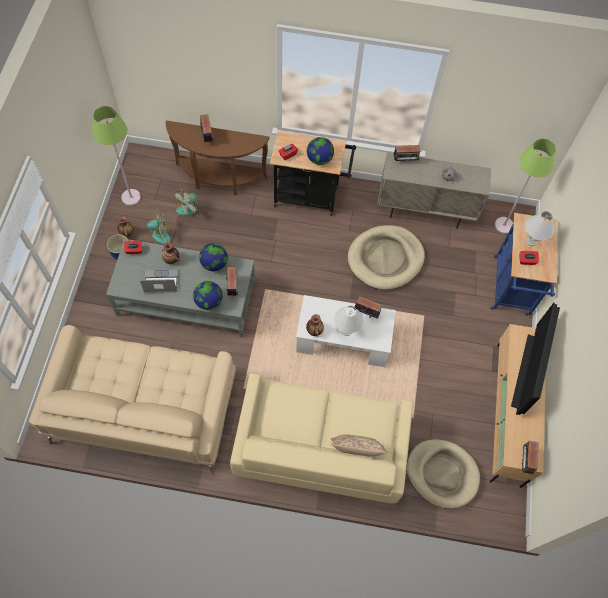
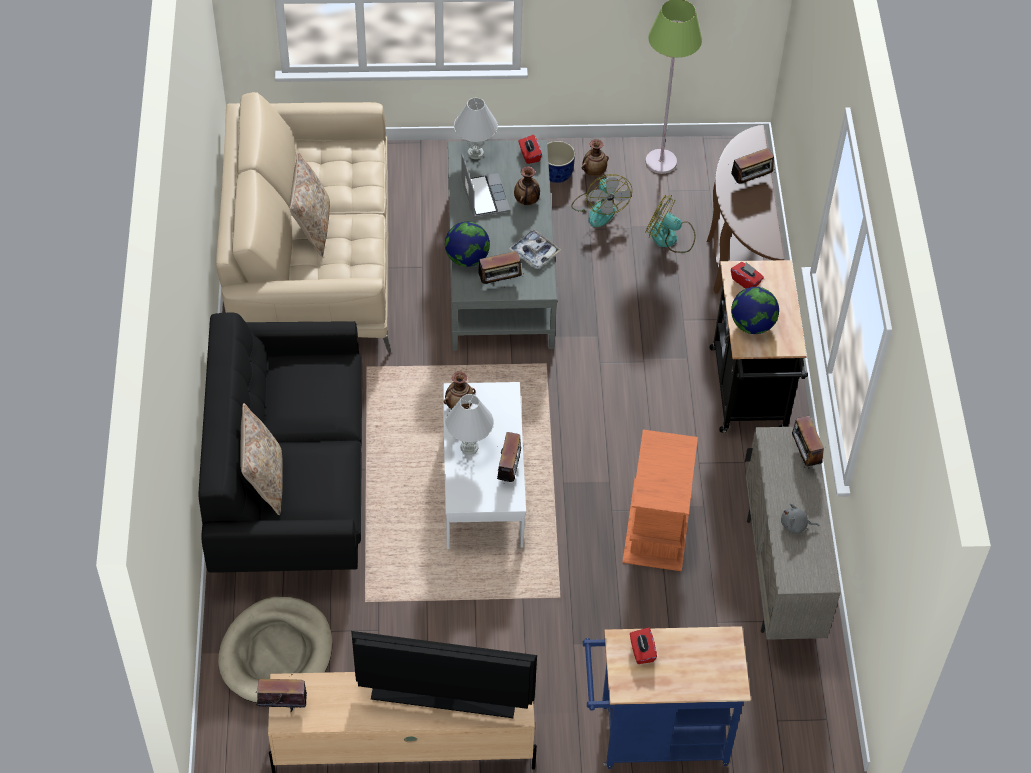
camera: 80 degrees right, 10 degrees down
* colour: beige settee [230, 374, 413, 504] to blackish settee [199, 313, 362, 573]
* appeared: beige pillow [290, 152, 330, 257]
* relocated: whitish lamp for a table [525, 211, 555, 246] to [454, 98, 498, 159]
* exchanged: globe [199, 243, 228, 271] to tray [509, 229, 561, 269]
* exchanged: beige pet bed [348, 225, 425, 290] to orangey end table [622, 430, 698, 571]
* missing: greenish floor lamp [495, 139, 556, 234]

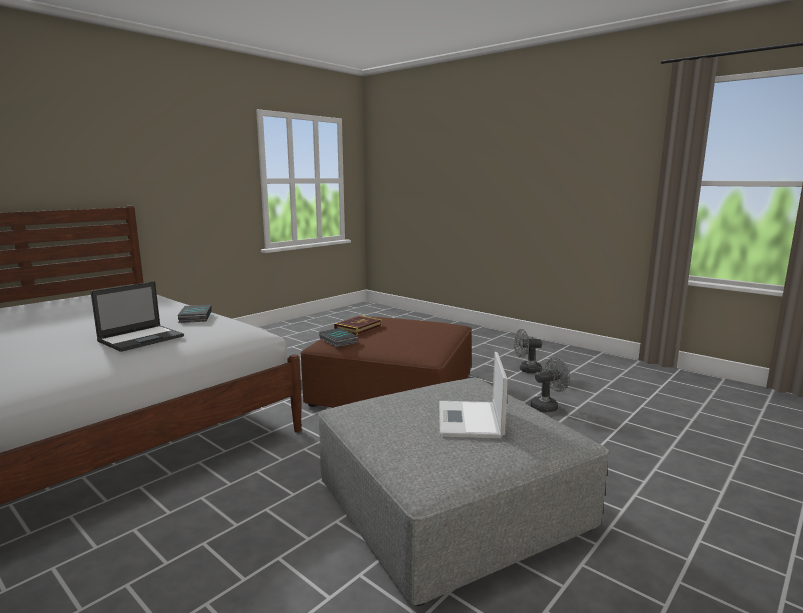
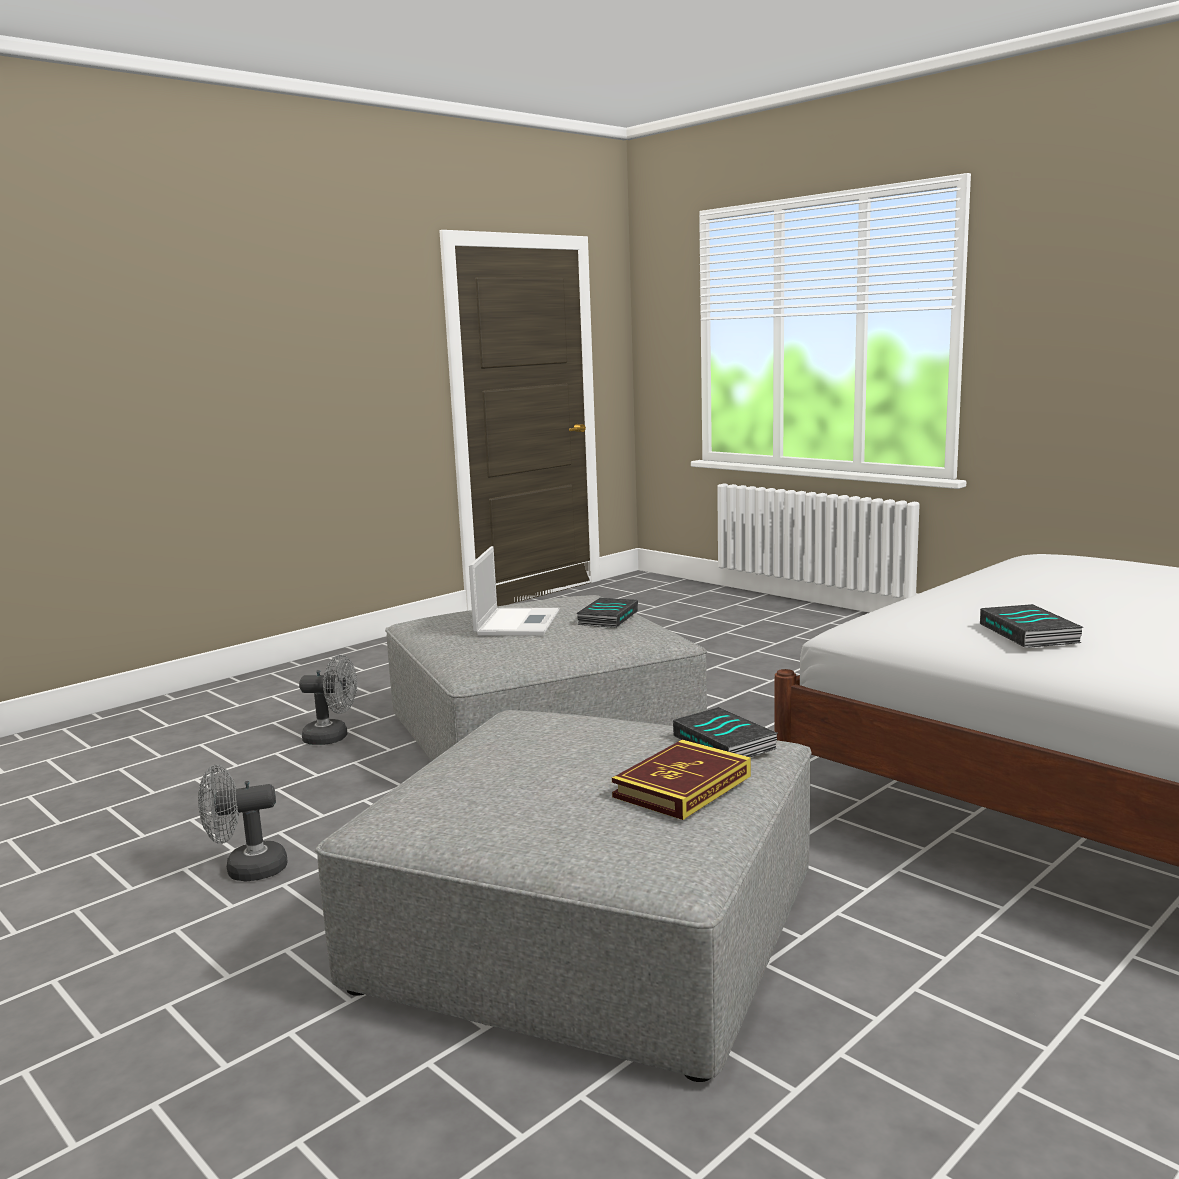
camera: 175 degrees left, 0 degrees up
* relocated: grey cooling fan [514, 329, 542, 373] to [299, 655, 357, 745]
* colour: brownish pouffe [300, 317, 472, 408] to grey pouffe [315, 710, 812, 1082]
* appeared: volume [577, 598, 638, 628]
* missing: laptop [90, 281, 184, 352]

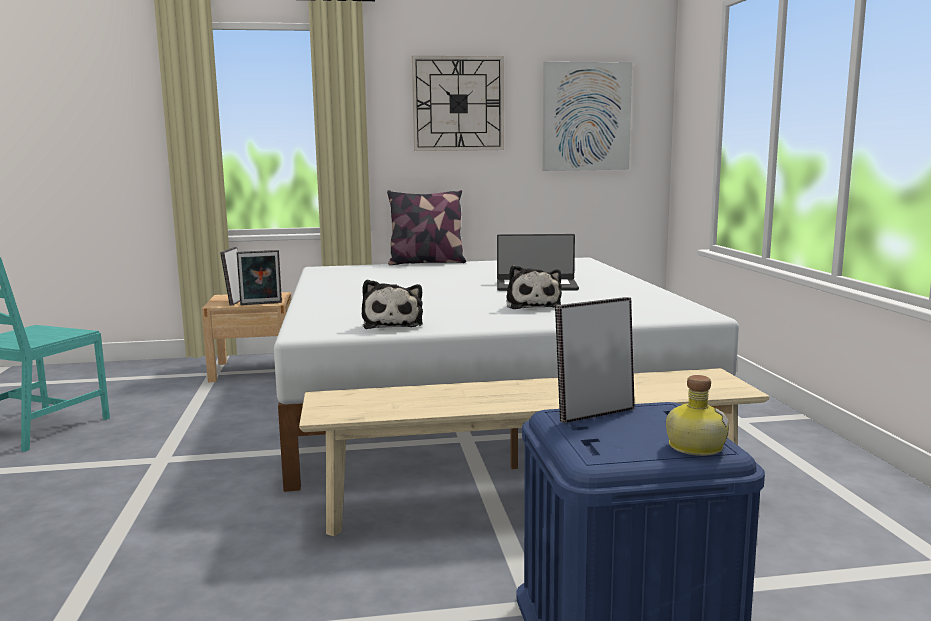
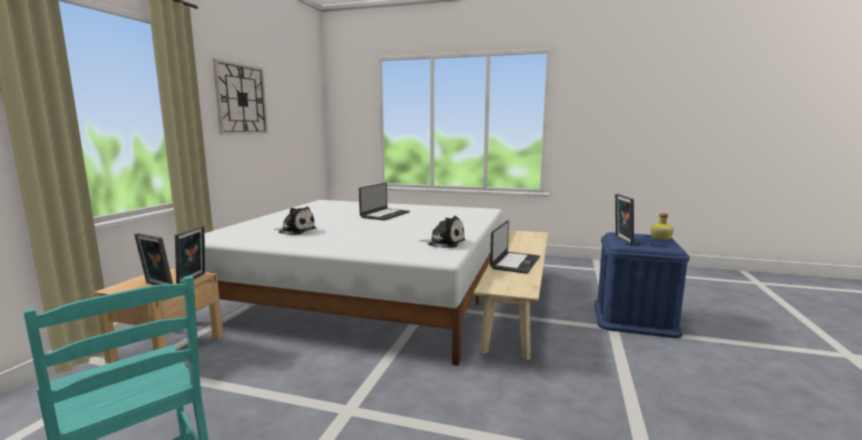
camera: 65 degrees left, 0 degrees up
* relocated: soft toy [506, 265, 562, 309] to [274, 207, 316, 235]
* appeared: laptop [490, 220, 540, 274]
* missing: pillow [387, 190, 466, 265]
* missing: picture [542, 62, 632, 171]

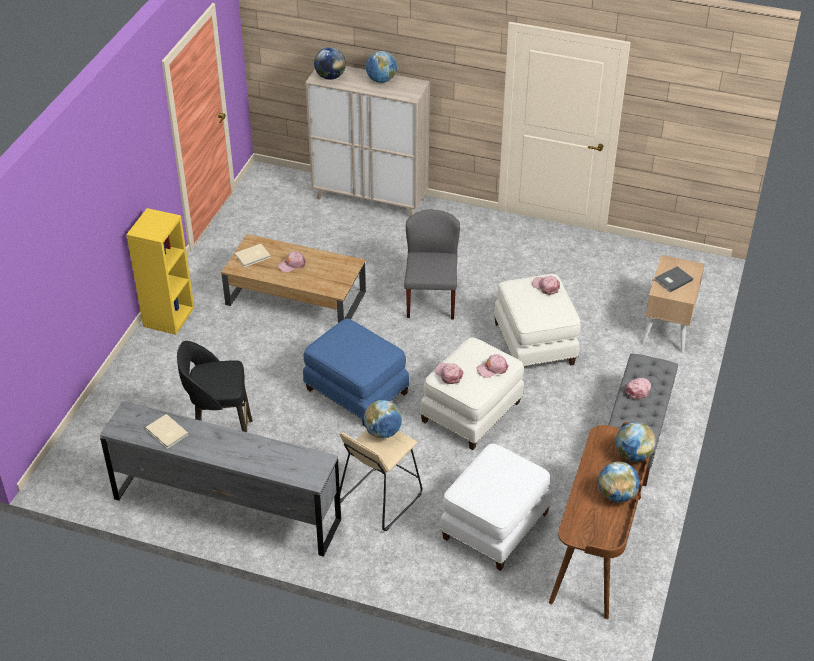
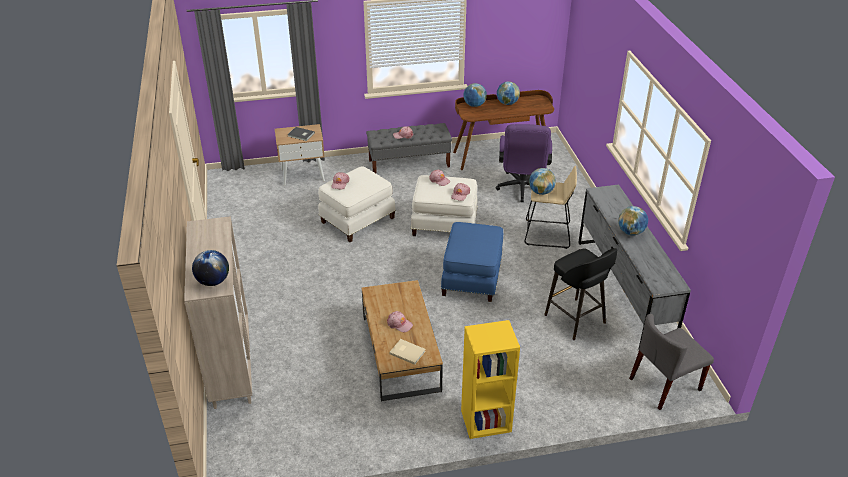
camera: 120 degrees left, 5 degrees down
* exchanged: whitish pouffe [440, 443, 551, 571] to purple office chair [496, 124, 552, 202]
* relocated: globe [366, 51, 397, 83] to [618, 206, 648, 235]
* relocated: grey upright chair [404, 210, 460, 319] to [629, 314, 714, 410]
* missing: beige volume [146, 414, 189, 449]

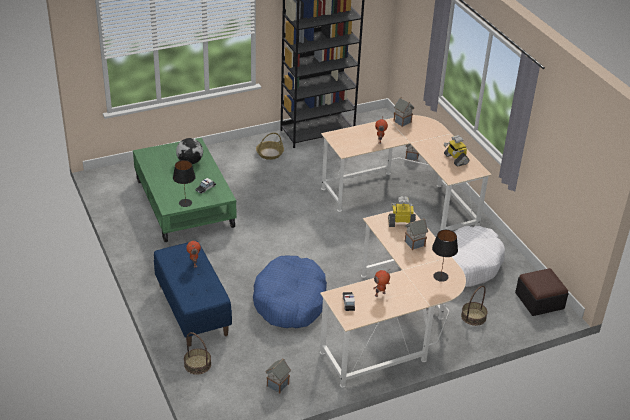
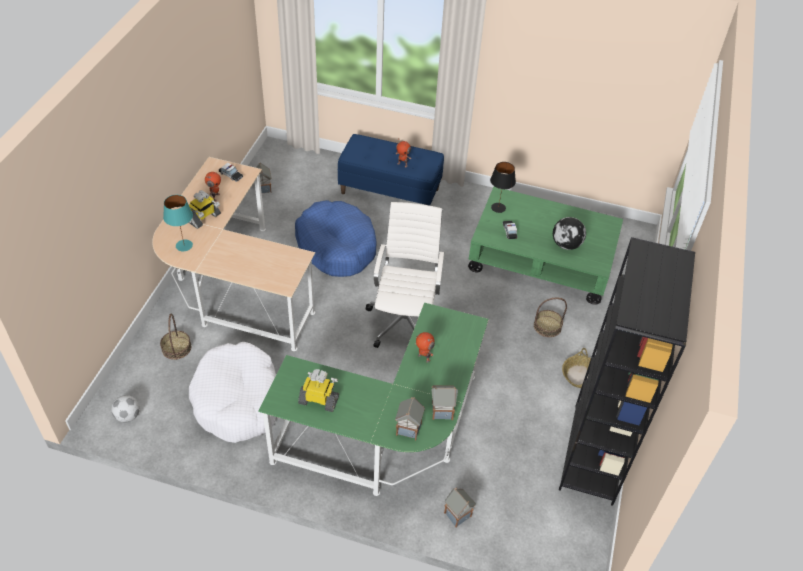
camera: 130 degrees right, 10 degrees up
* exchanged: pouffe [515, 268, 569, 316] to football ball [111, 395, 140, 423]
* colour: blackish lamp for a table [432, 230, 458, 282] to turquoise-coloured lamp for a table [163, 195, 193, 251]
* relocated: toy robot [388, 196, 416, 227] to [189, 190, 221, 229]
* colour: beige desk [321, 115, 492, 231] to greenish desk [258, 303, 489, 496]
* appeared: whitish office chair [366, 202, 444, 348]
* relocated: model house [405, 218, 428, 250] to [395, 397, 425, 440]
* relocated: household basket [184, 332, 211, 375] to [534, 297, 567, 337]

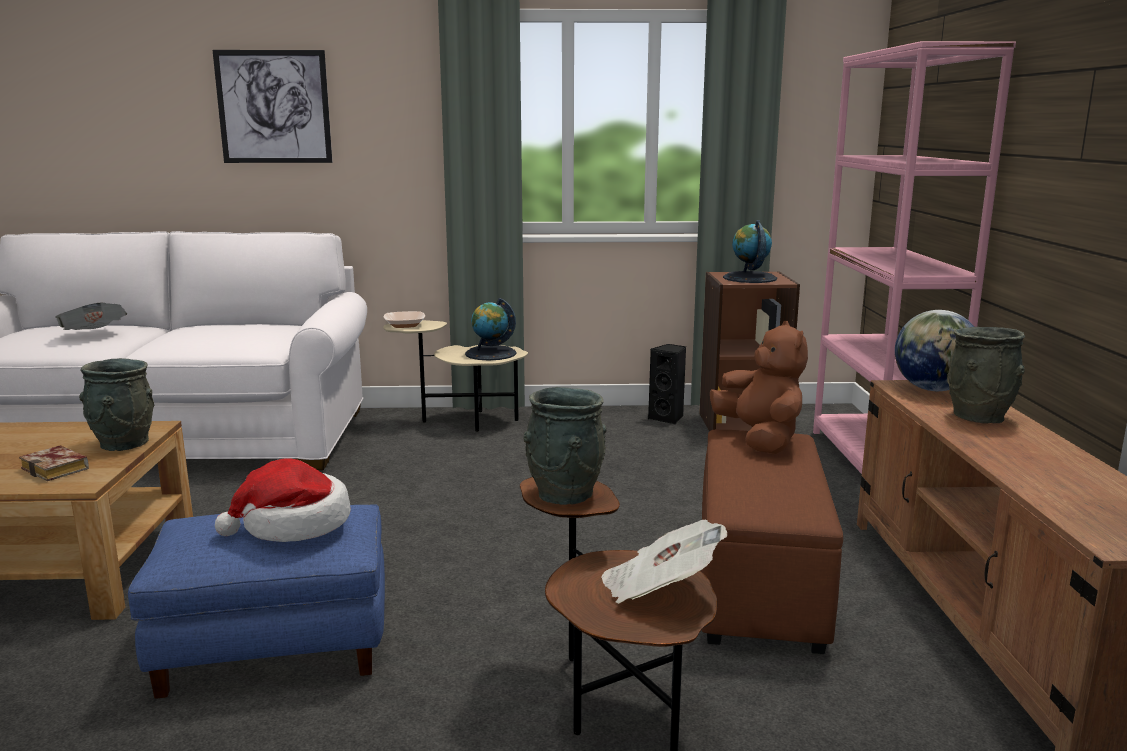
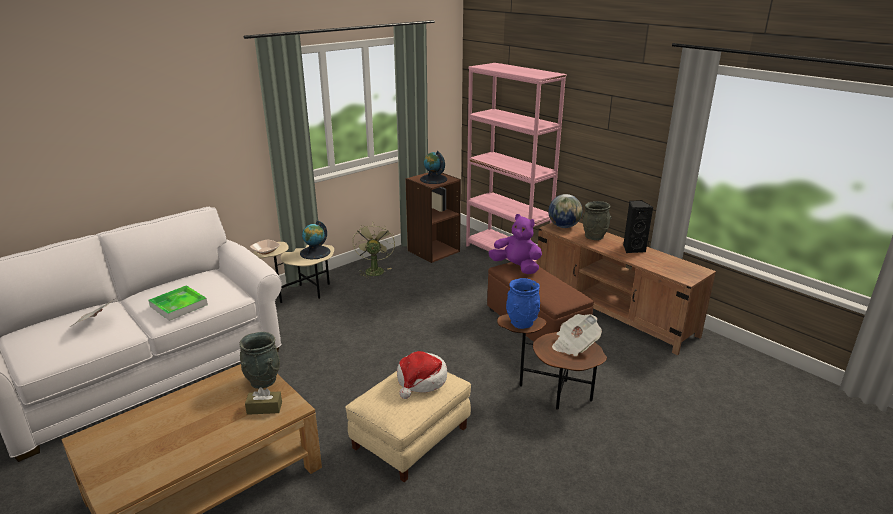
camera: 40 degrees left, 10 degrees up
* appeared: tray [148, 285, 208, 321]
* exchanged: volume [19, 445, 89, 481] to brownish tissue box [245, 387, 282, 415]
* colour: bluish pouffe [128, 504, 385, 699] to beige pouffe [345, 371, 471, 482]
* appeared: greenish cooling fan [353, 224, 395, 278]
* colour: brownish soft toy [710, 321, 808, 454] to purple soft toy [488, 214, 542, 274]
* colour: grey vase [523, 387, 607, 505] to bluish vase [506, 278, 540, 329]
* relocated: blackish audio speaker [648, 344, 686, 425] to [623, 200, 653, 253]
* missing: picture [212, 50, 332, 163]

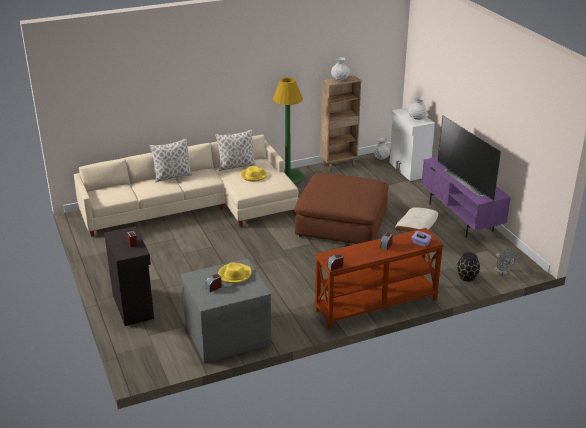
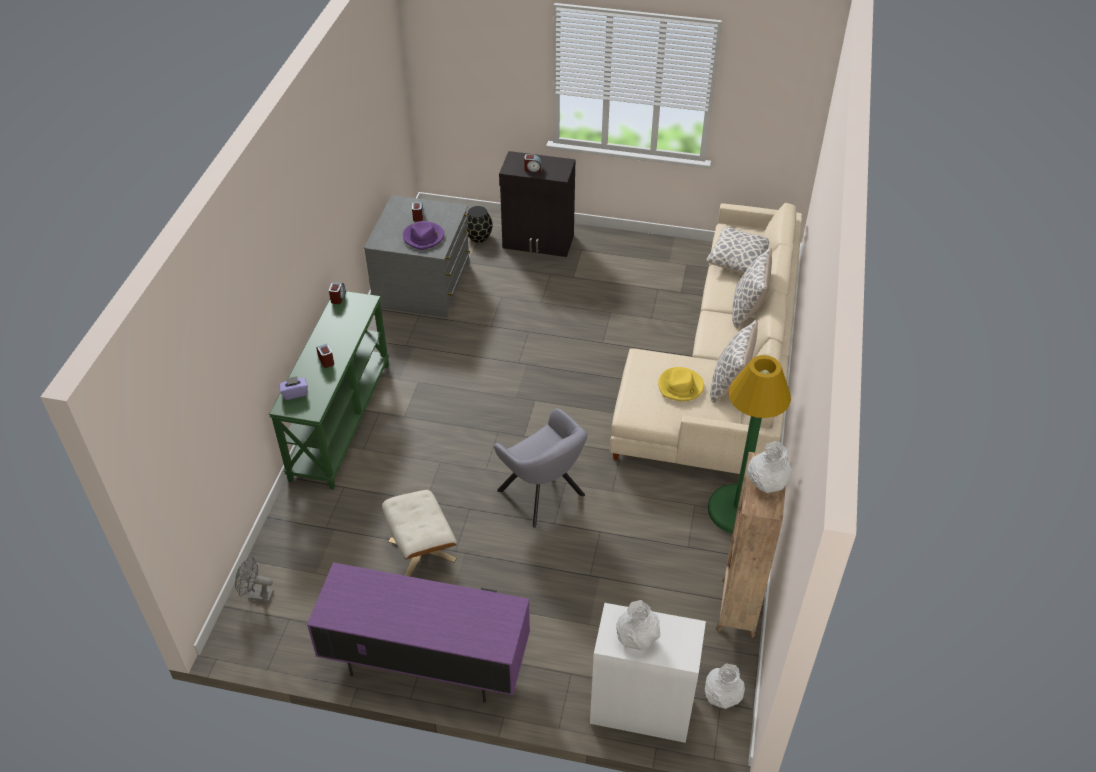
camera: 125 degrees right, 15 degrees up
* colour: brownish console table [314, 228, 444, 329] to greenish console table [269, 291, 389, 490]
* colour: yellowish wearable hat [218, 262, 251, 284] to purple wearable hat [403, 221, 444, 250]
* relocated: blackish vase [457, 252, 480, 282] to [467, 206, 493, 243]
* exchanged: brownish pouffe [295, 173, 389, 244] to grey armchair [494, 408, 588, 528]
* appeared: pillow [706, 227, 769, 274]
* missing: TV set [438, 115, 501, 201]

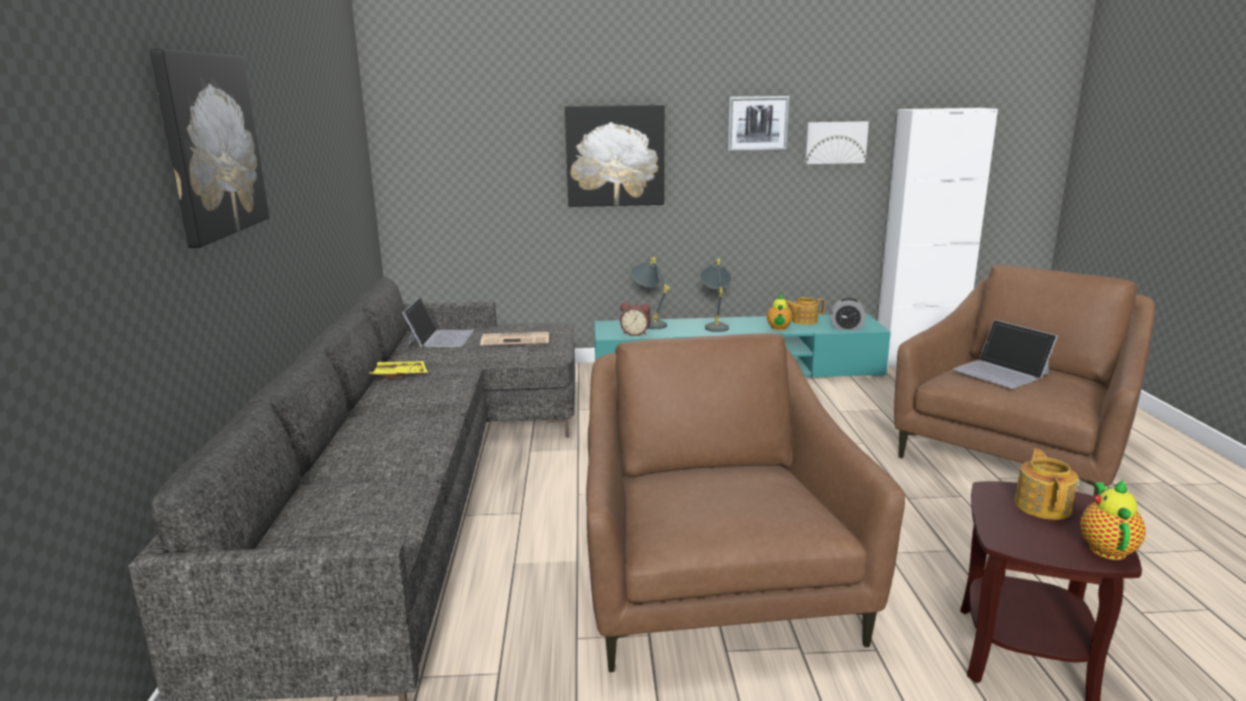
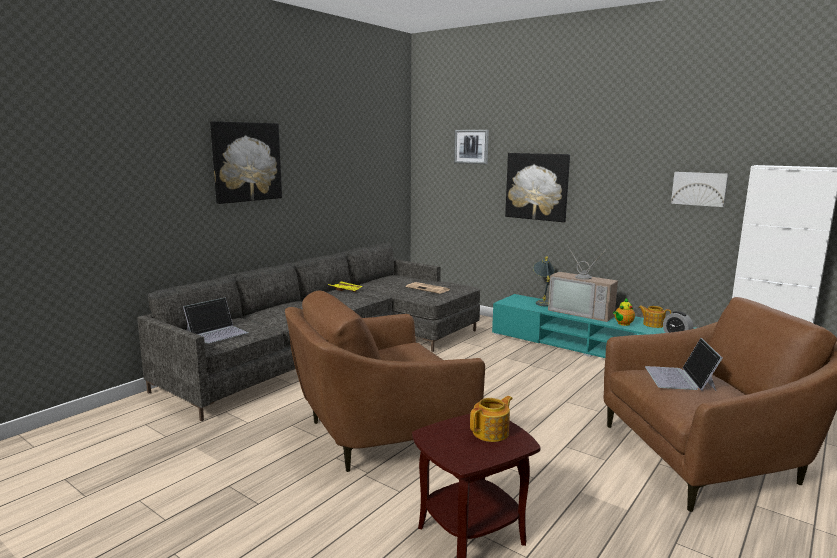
camera: 40 degrees right, 5 degrees down
* relocated: laptop [402, 297, 474, 347] to [183, 297, 249, 344]
* spun: brownish armchair [586, 333, 905, 672] = [285, 290, 485, 472] 150 degrees counterclockwise
* relocated: picture [727, 96, 790, 152] to [454, 130, 489, 164]
* exchanged: grey lamp for a table [700, 259, 732, 332] to TV set [548, 245, 618, 322]
* missing: bedside clock [620, 303, 651, 336]
* missing: pot for tea [1080, 479, 1146, 560]

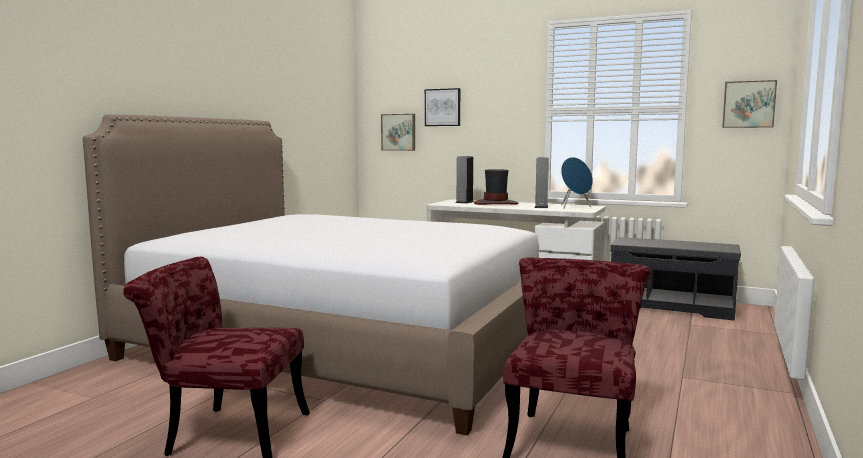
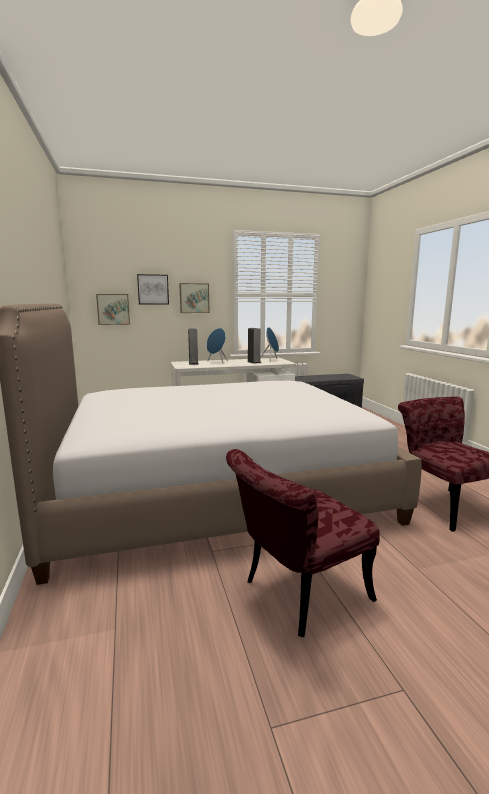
camera: 40 degrees left, 5 degrees up
* relocated: picture [722, 80, 777, 128] to [179, 283, 209, 313]
* exchanged: wearable hat [474, 169, 519, 205] to bluish audio speaker [207, 328, 228, 364]

